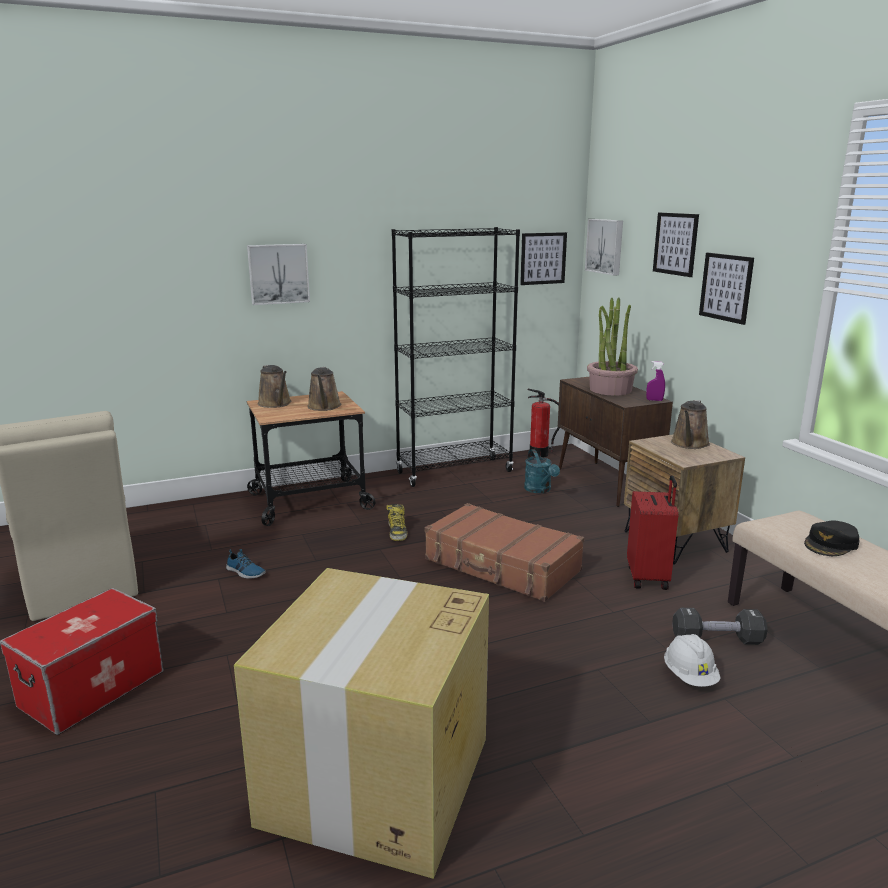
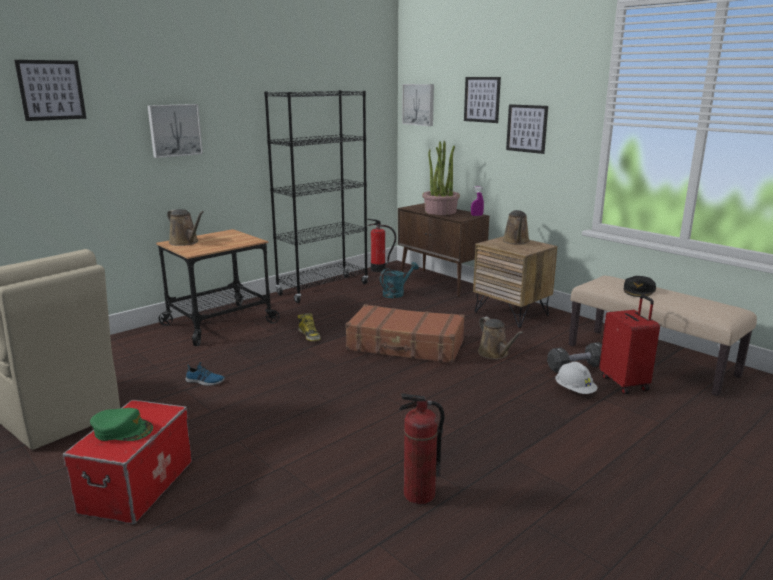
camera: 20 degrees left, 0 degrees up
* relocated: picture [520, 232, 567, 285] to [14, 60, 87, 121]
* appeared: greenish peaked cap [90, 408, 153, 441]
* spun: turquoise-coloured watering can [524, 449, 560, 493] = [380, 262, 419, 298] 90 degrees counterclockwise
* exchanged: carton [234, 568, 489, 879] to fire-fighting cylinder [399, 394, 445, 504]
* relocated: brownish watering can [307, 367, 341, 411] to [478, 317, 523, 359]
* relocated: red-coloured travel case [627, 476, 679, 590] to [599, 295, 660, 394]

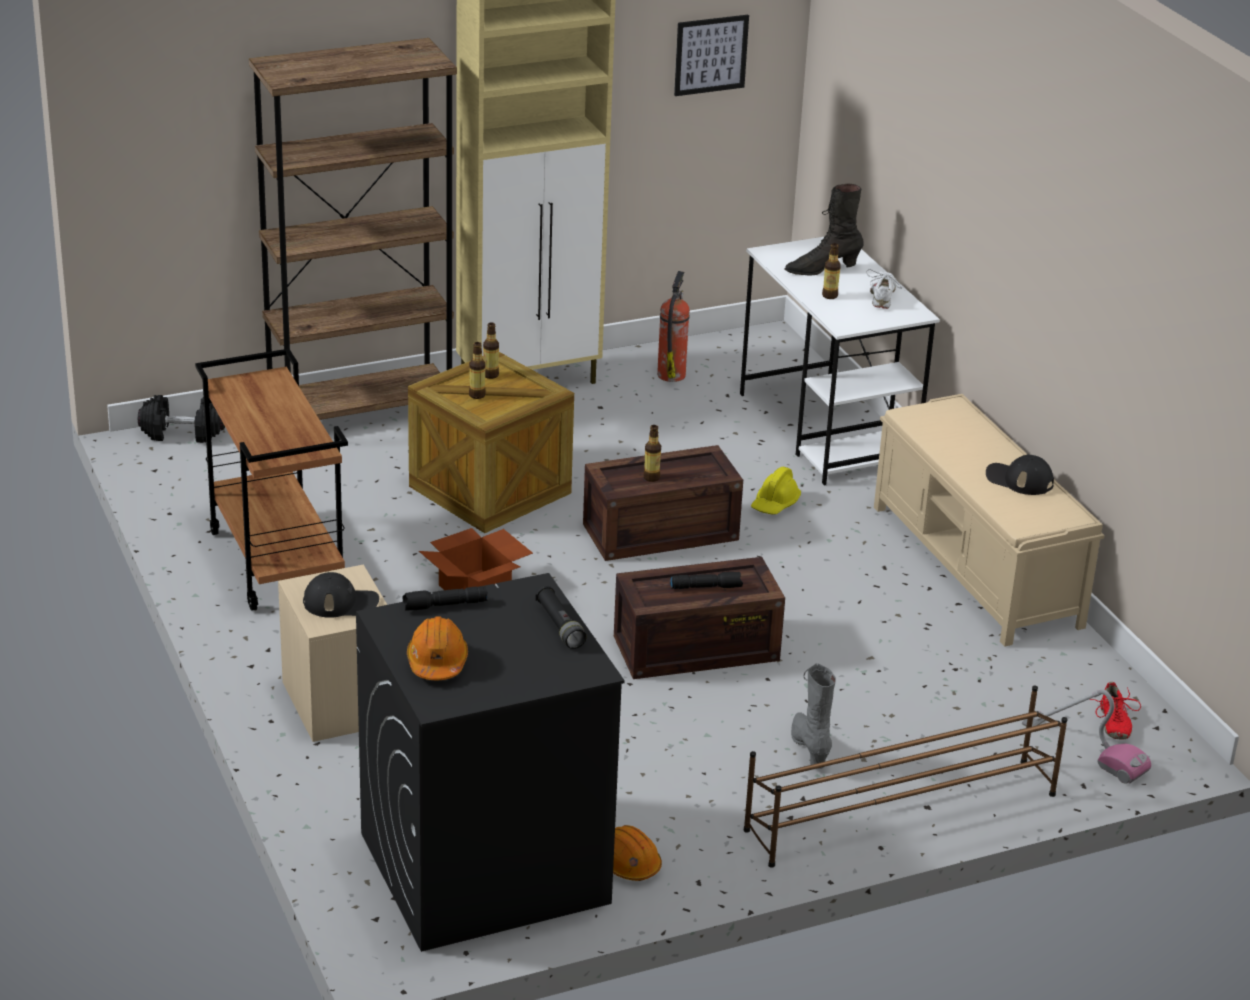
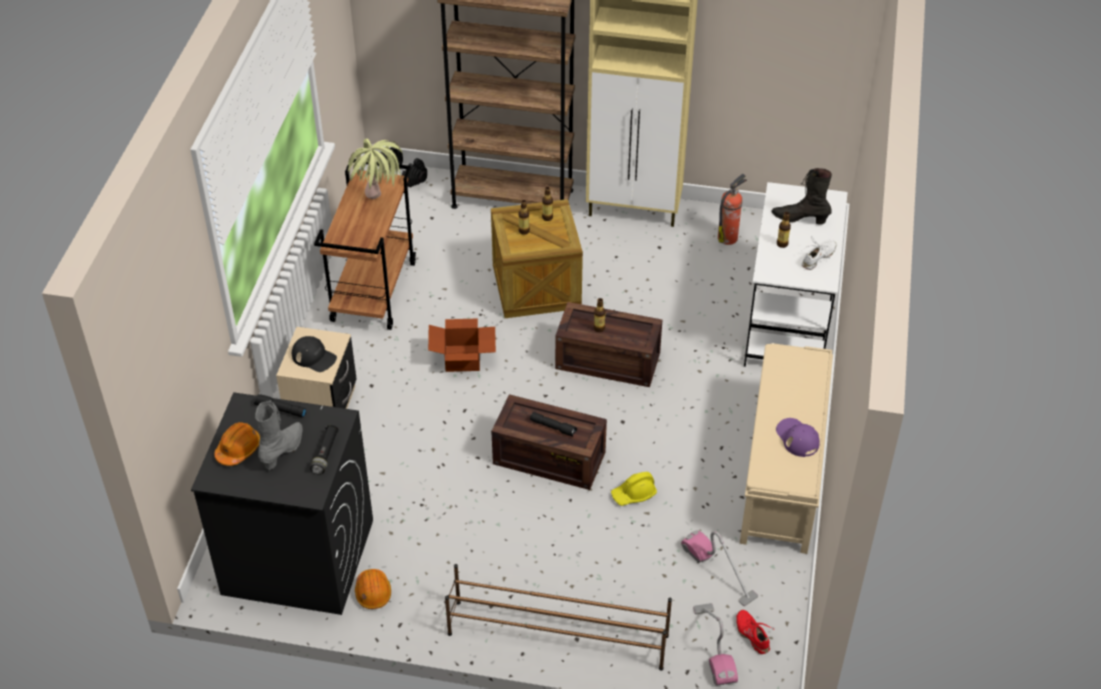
camera: 35 degrees right, 15 degrees up
* relocated: grey boot [791, 663, 836, 769] to [255, 400, 303, 470]
* appeared: plant in a pot [348, 138, 402, 199]
* relocated: yellowish hard hat [751, 467, 801, 515] to [611, 472, 657, 506]
* appeared: vacuum cleaner [681, 530, 758, 606]
* spun: red-coloured item of footwear [1089, 682, 1141, 740] = [736, 610, 773, 654] 120 degrees clockwise
* colour: blackish peaked cap [986, 454, 1054, 495] to purple peaked cap [776, 418, 820, 457]
* missing: picture [674, 15, 749, 96]

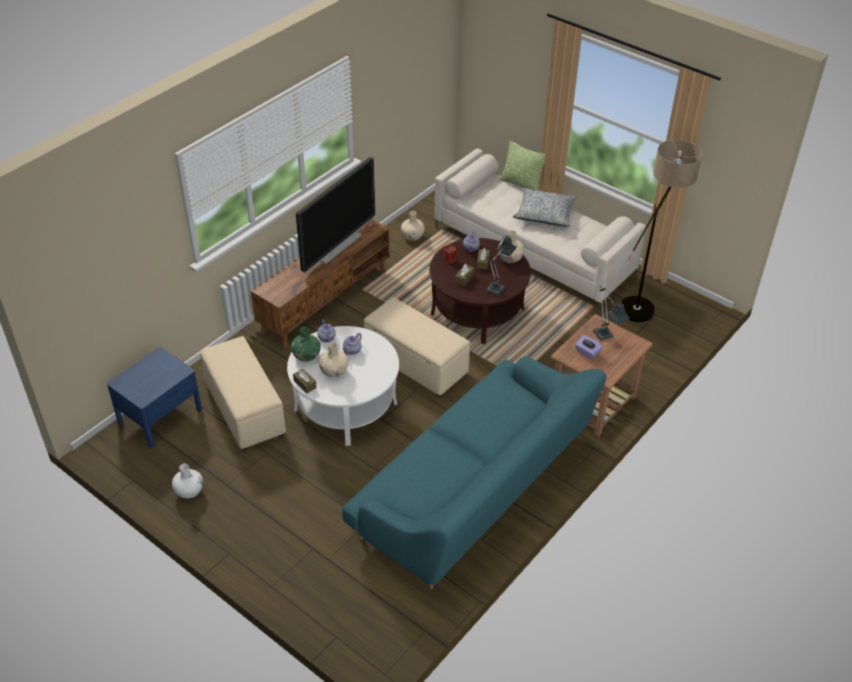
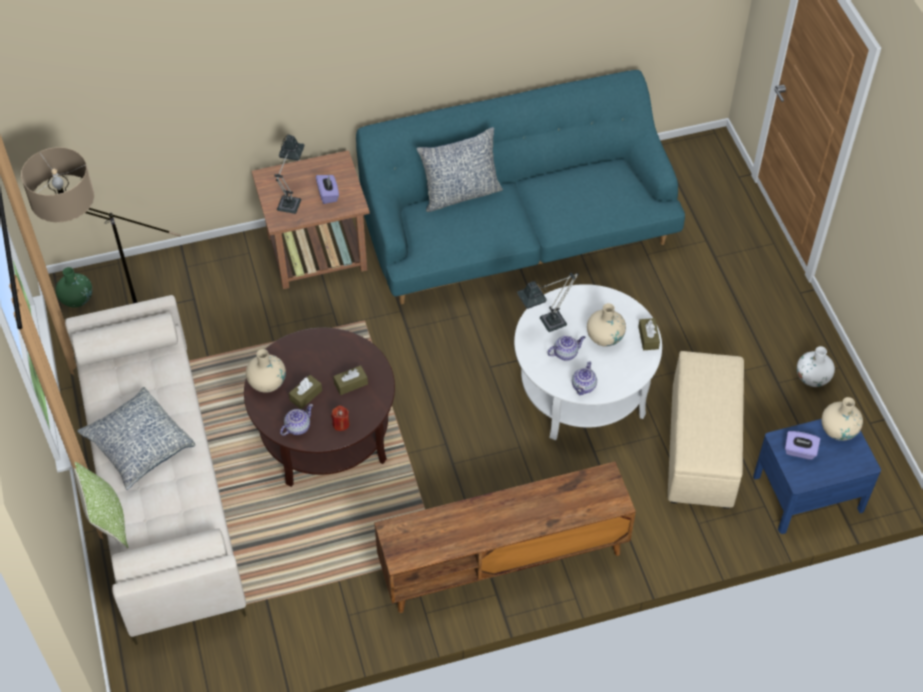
camera: 145 degrees left, 10 degrees up
* relocated: greenish vase [291, 327, 321, 362] to [56, 267, 92, 307]
* appeared: pillow [416, 127, 503, 212]
* relocated: lamp for a table [486, 235, 517, 295] to [517, 272, 579, 332]
* appeared: purple tissue box [785, 431, 820, 460]
* relocated: beige vase [401, 211, 425, 241] to [822, 397, 863, 441]
* missing: TV set [296, 157, 375, 273]
* missing: beige pouffe [364, 297, 470, 397]

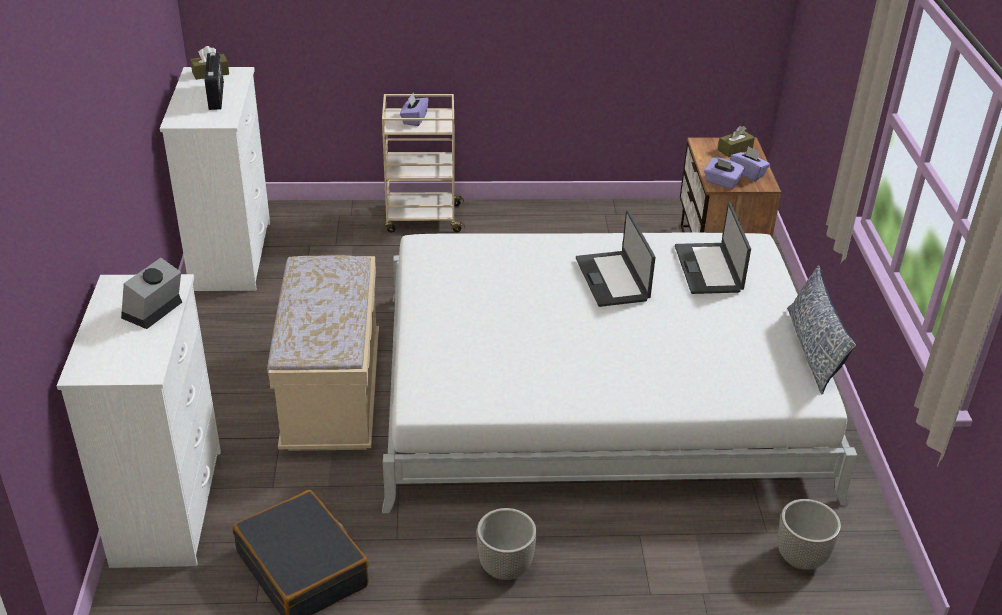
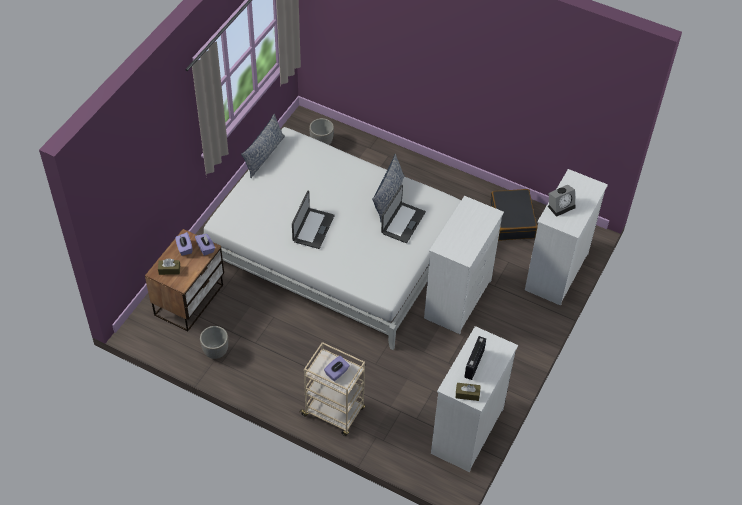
camera: 150 degrees left, 15 degrees up
* relocated: plant pot [476, 508, 537, 580] to [200, 326, 228, 359]
* appeared: pillow [372, 154, 405, 222]
* relocated: laptop [675, 203, 751, 294] to [381, 185, 426, 243]
* exchanged: beige indoor bench [267, 255, 379, 451] to whitish dresser [424, 196, 504, 334]

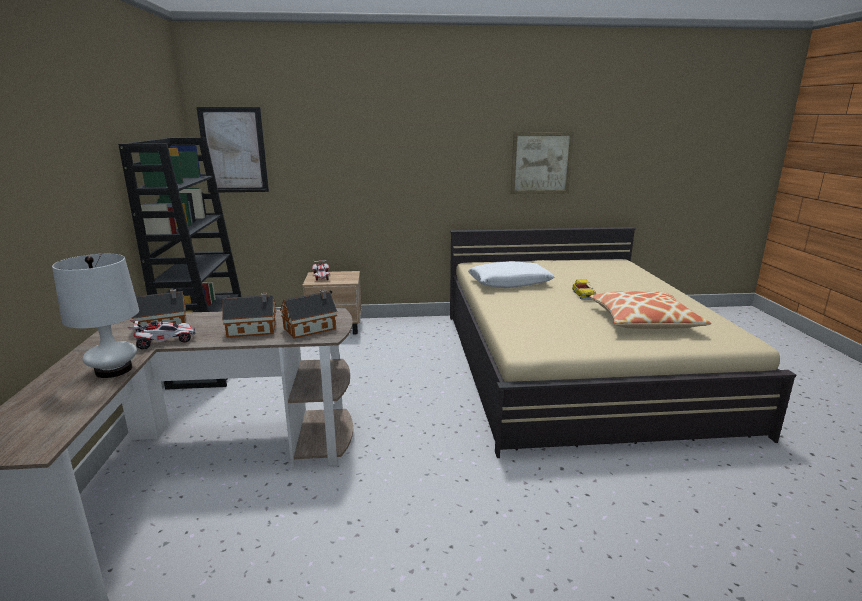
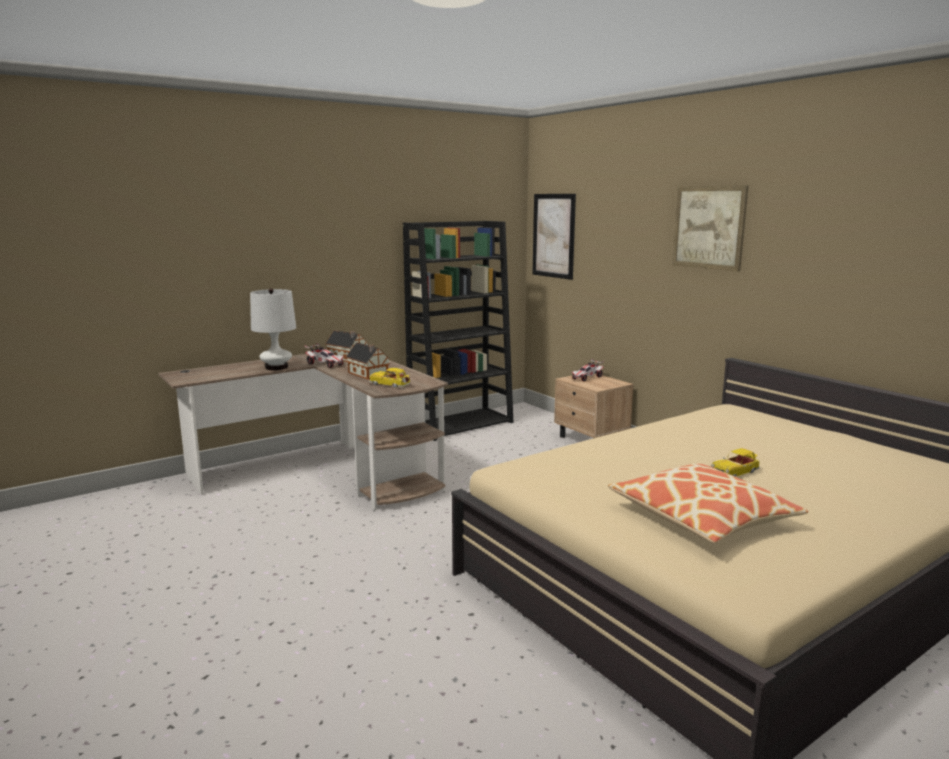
camera: 60 degrees right, 5 degrees down
* exchanged: model house [280, 290, 337, 339] to toy car [369, 368, 411, 388]
* relocated: picture [510, 132, 574, 194] to [672, 185, 749, 271]
* missing: whitish pillow [468, 261, 554, 288]

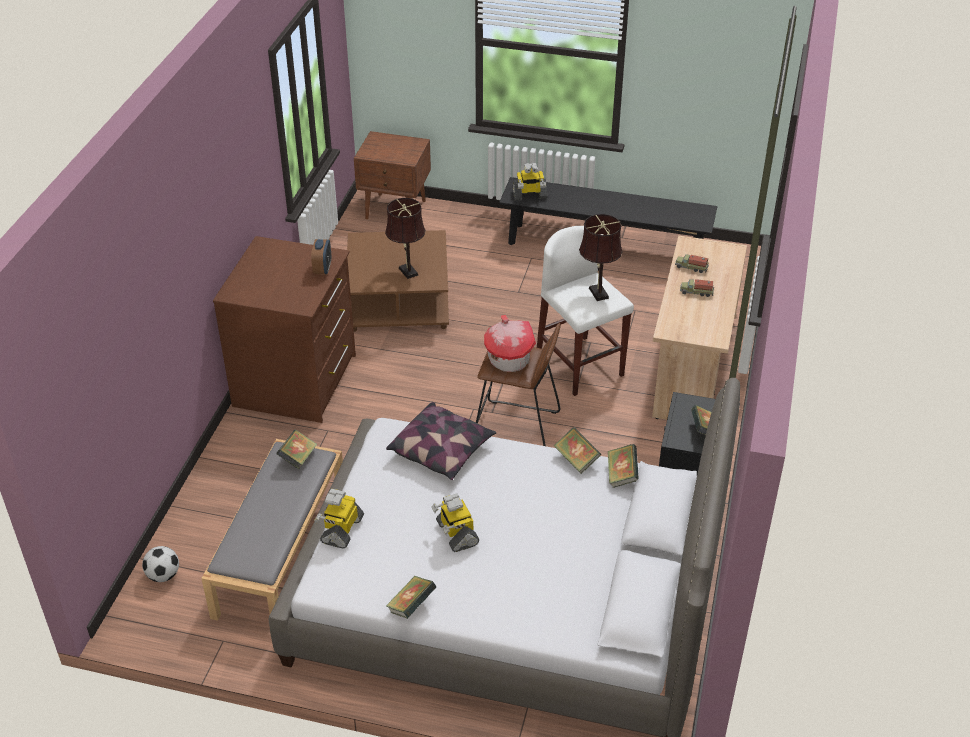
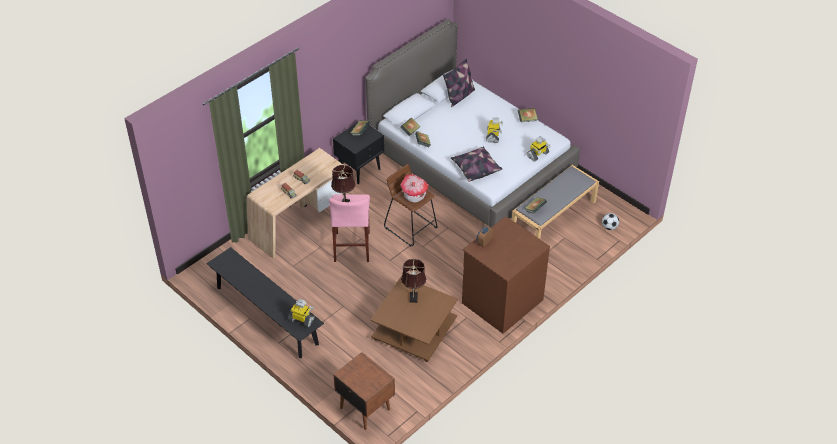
camera: 150 degrees left, 5 degrees up
* colour: whitish sitting stool [537, 226, 634, 396] to pink-coloured sitting stool [329, 194, 370, 262]
* appeared: pillow [443, 59, 475, 107]

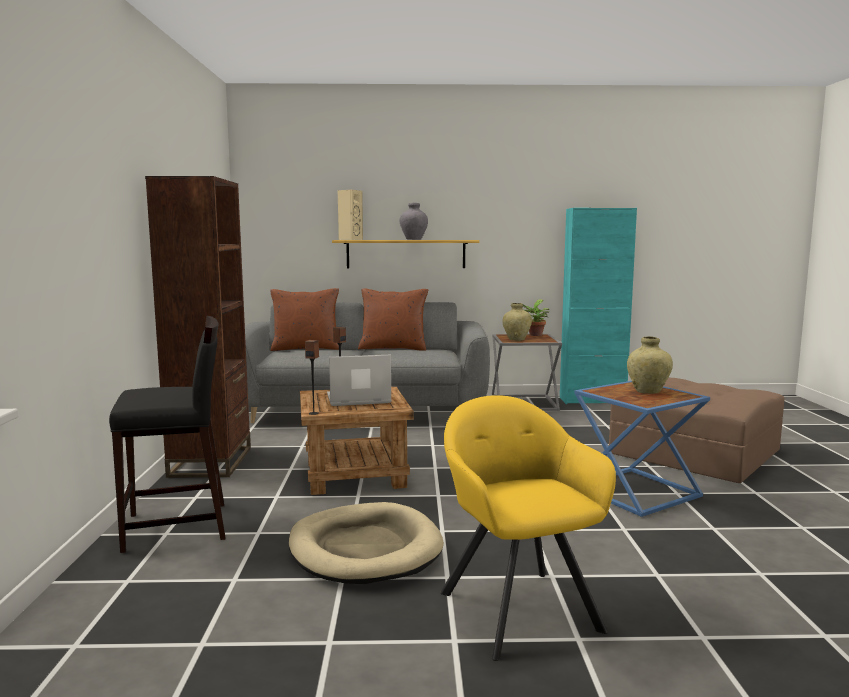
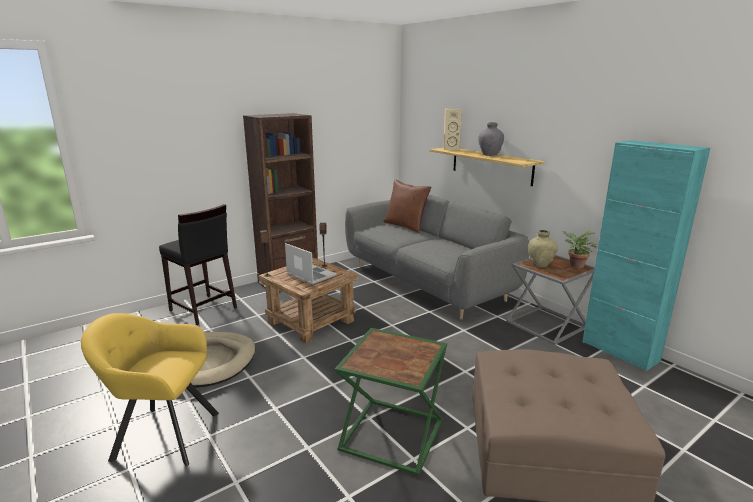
camera: 55 degrees right, 10 degrees up
* spun: yellowish armchair [440, 395, 616, 661] = [81, 313, 219, 466] 120 degrees counterclockwise
* colour: bluish end table [574, 381, 710, 517] to greenish end table [335, 328, 447, 476]
* missing: brownish pillow [358, 288, 428, 351]
* missing: beige vase [627, 336, 673, 394]

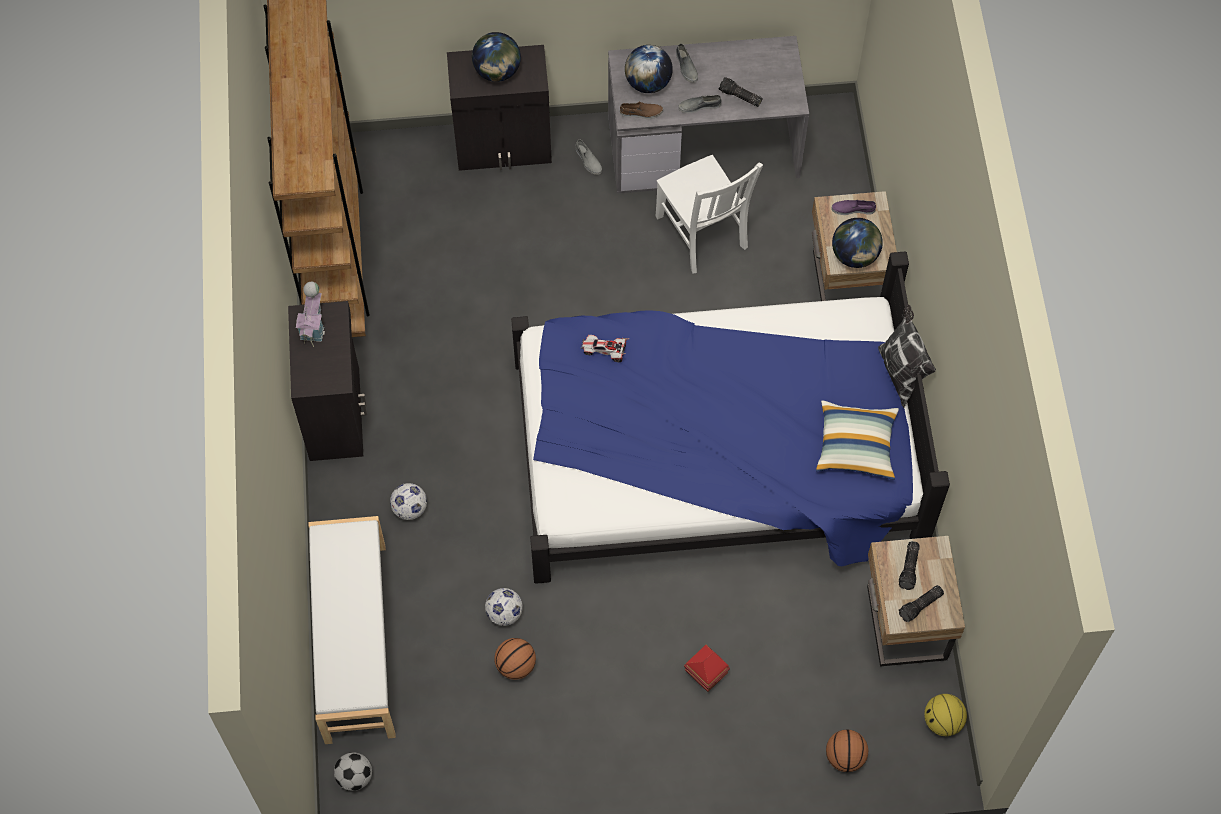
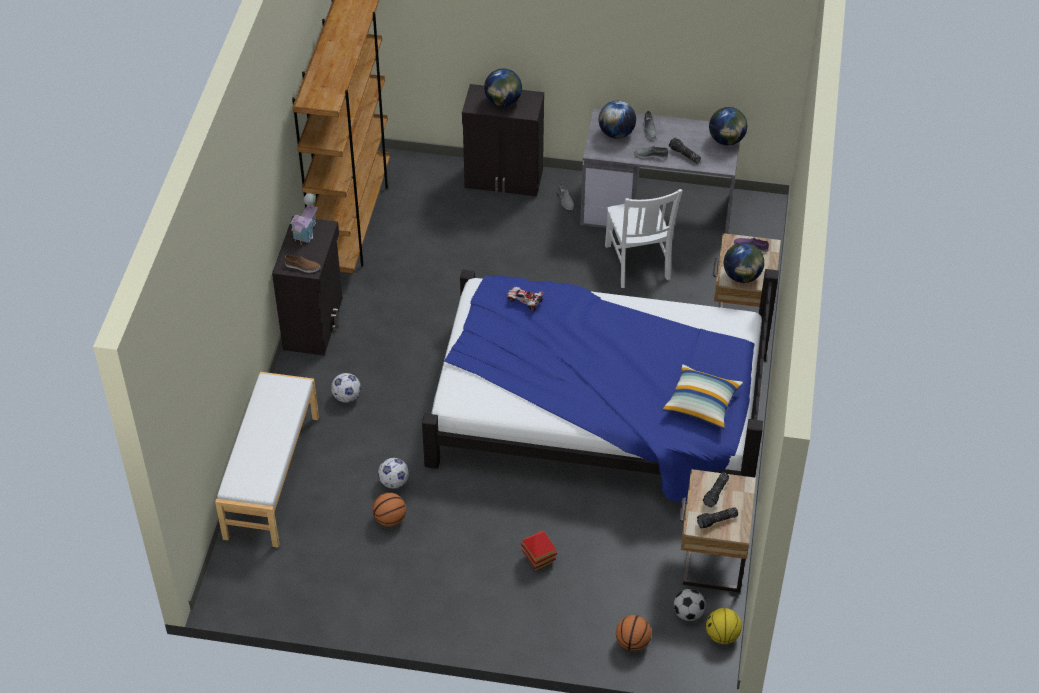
camera: 15 degrees right, 15 degrees down
* relocated: brownish item of footwear [620, 102, 663, 119] to [285, 255, 321, 273]
* relocated: football ball [334, 752, 372, 791] to [674, 589, 706, 621]
* appeared: globe [709, 107, 747, 145]
* missing: pillow [878, 305, 936, 408]

